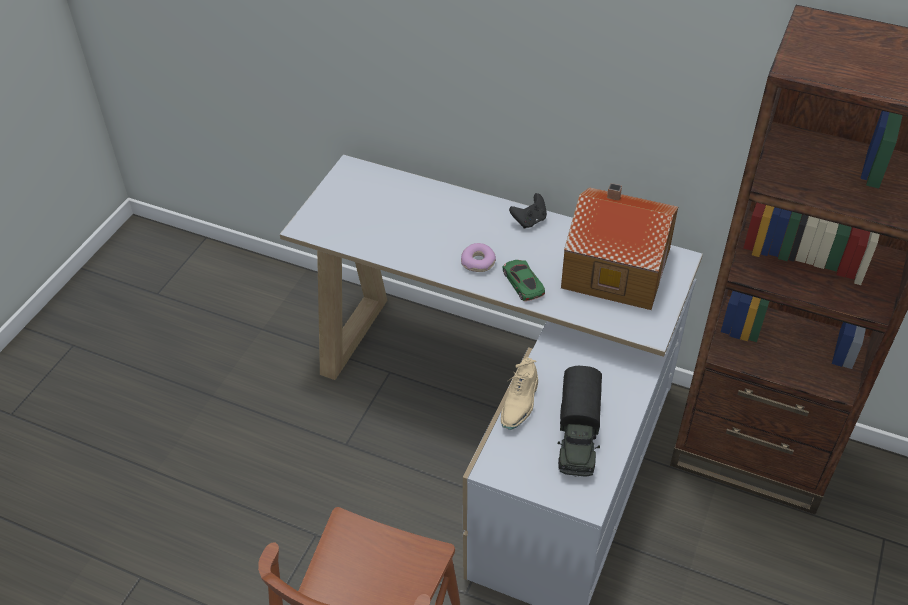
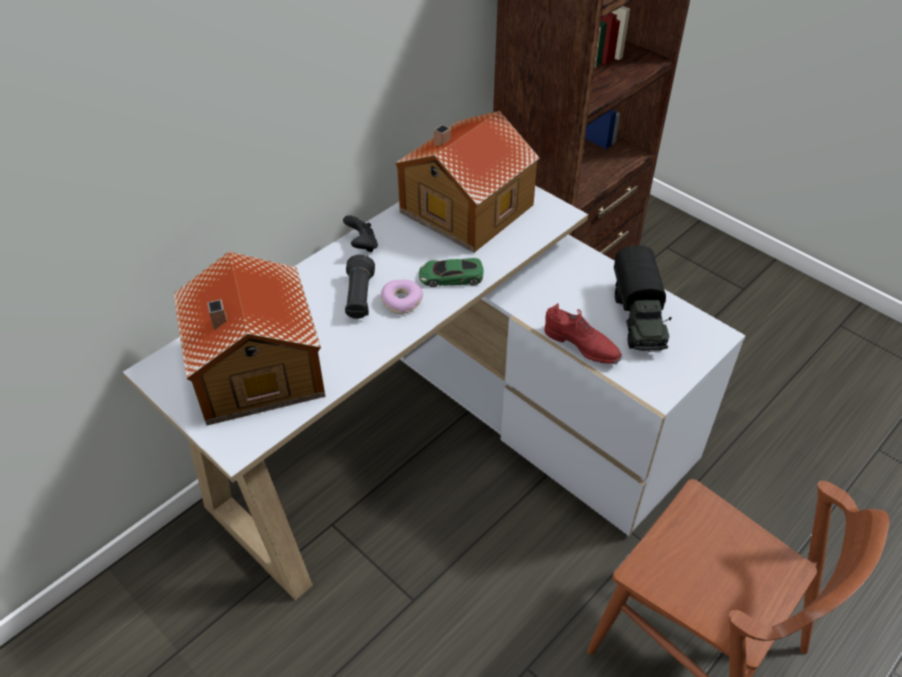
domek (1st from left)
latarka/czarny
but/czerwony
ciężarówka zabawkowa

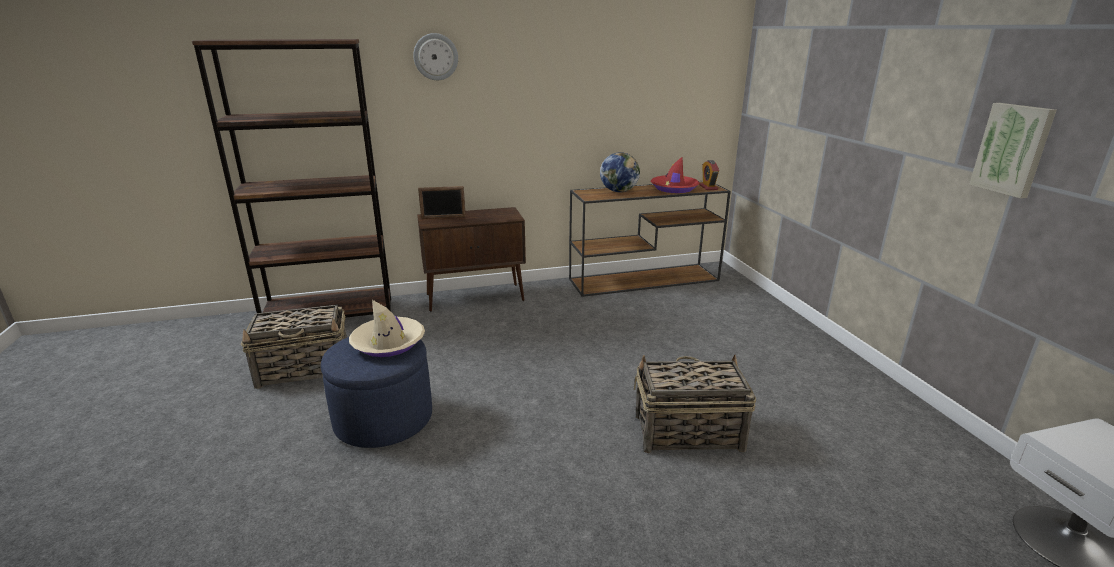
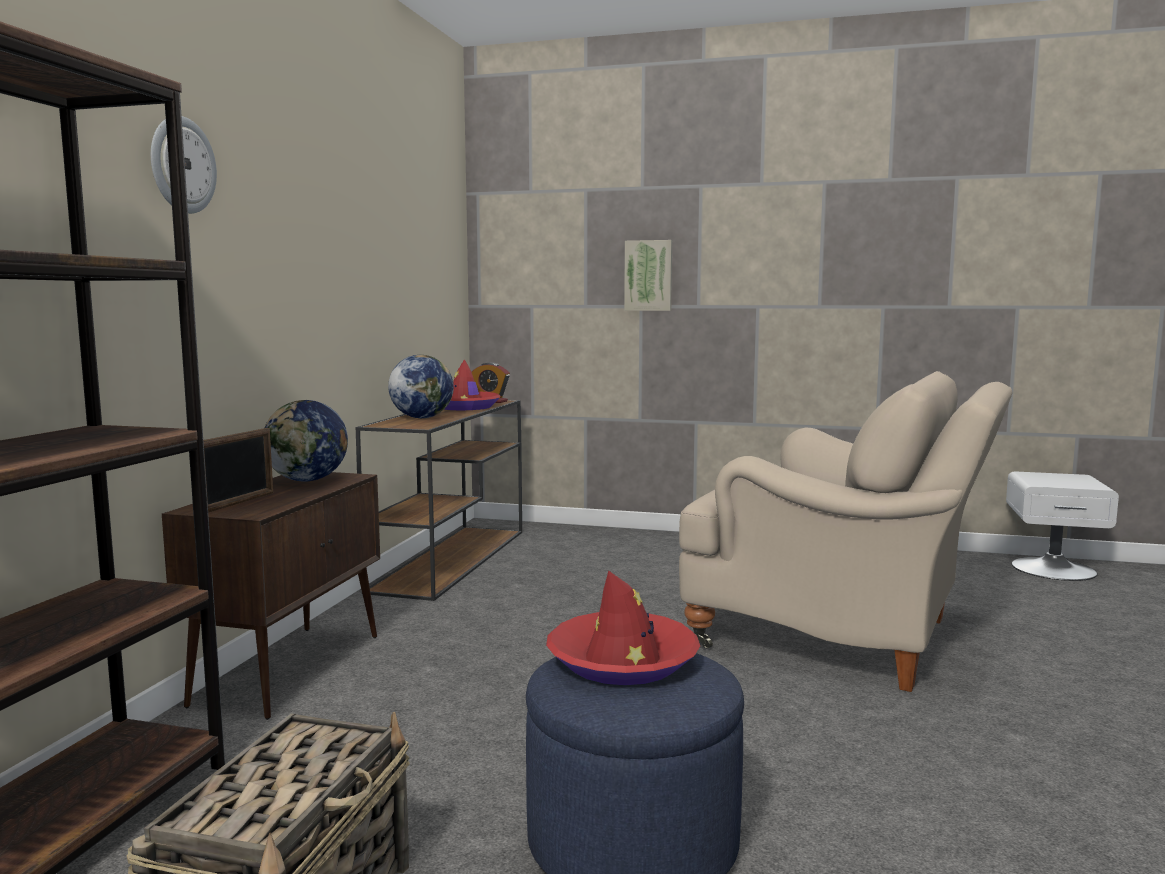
globus (1st from left)
obraz
fotel/beżowy
kapelusz/czerwony (2nd from left)

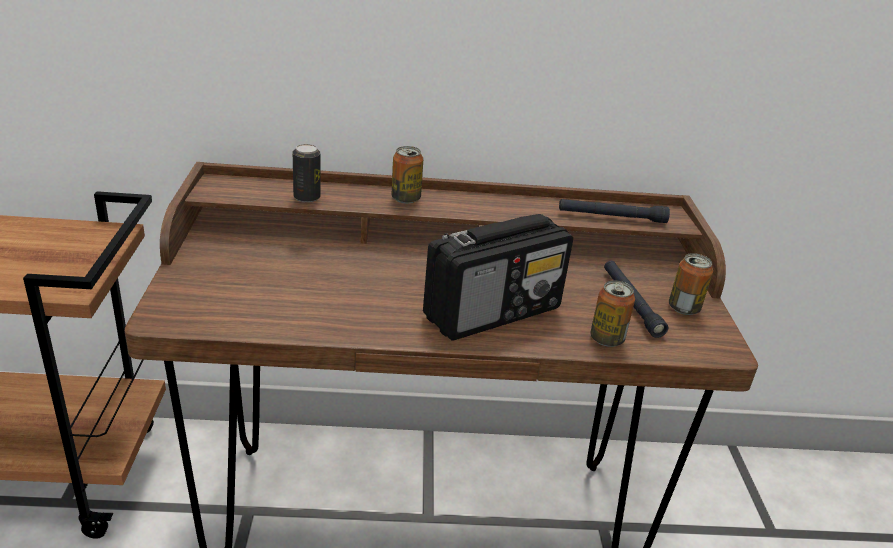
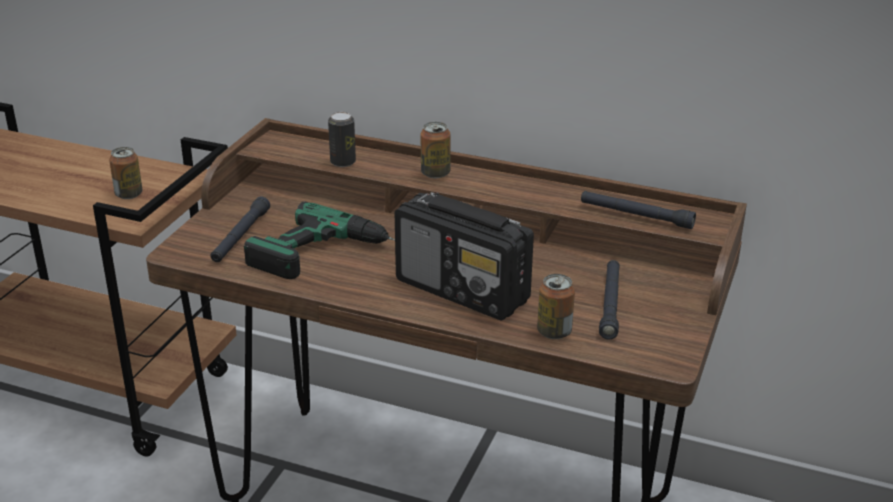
latarka/czarny (1st from left)
wiertarka
puszka (1st from left)
radio

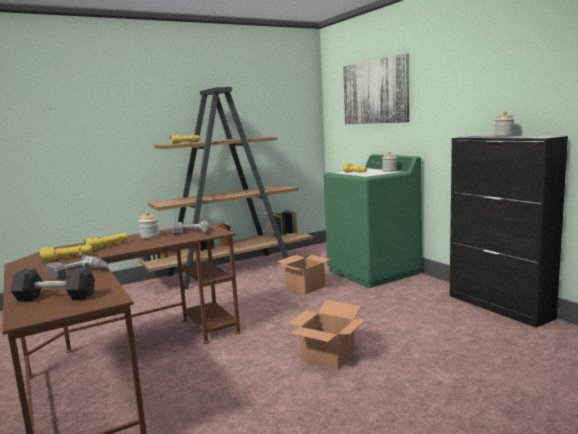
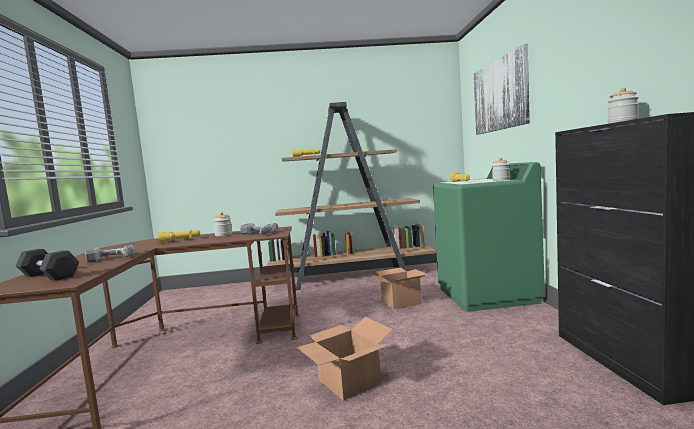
latarka/żółty (1st from left in the first image)

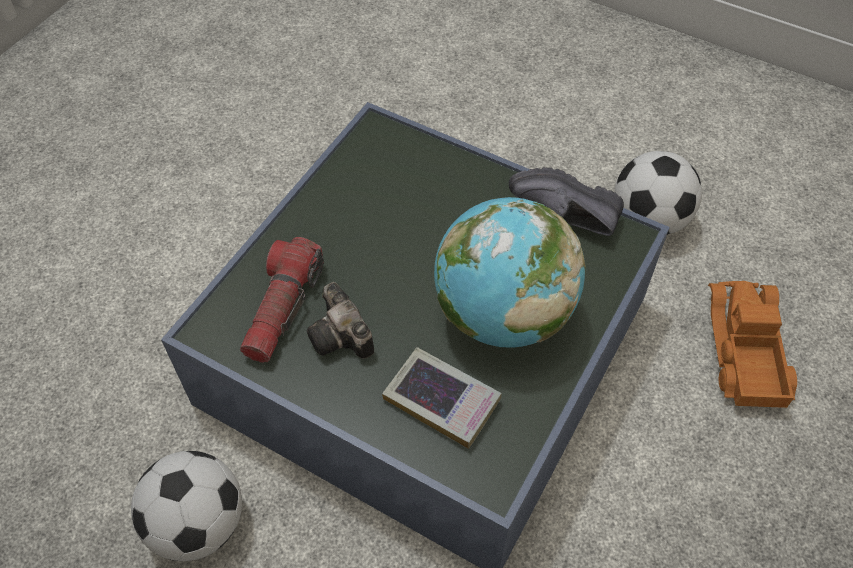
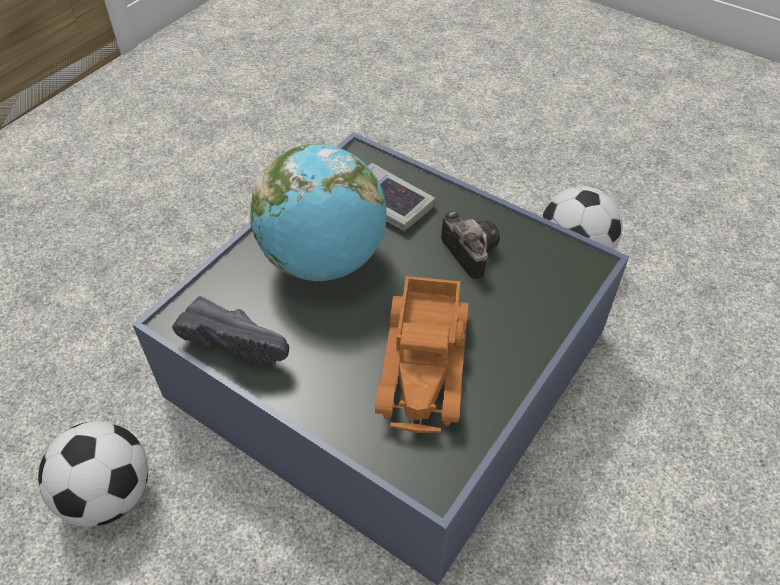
latarka
ciężarówka zabawkowa

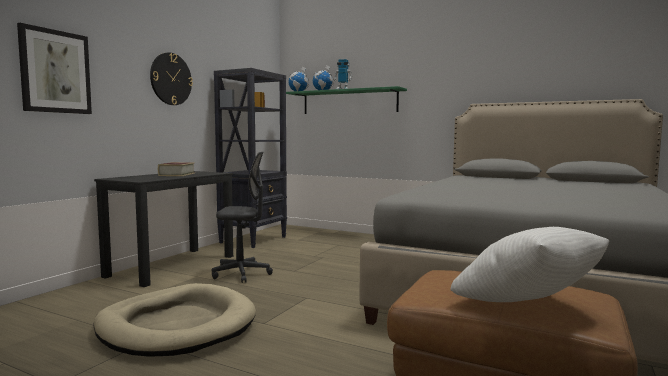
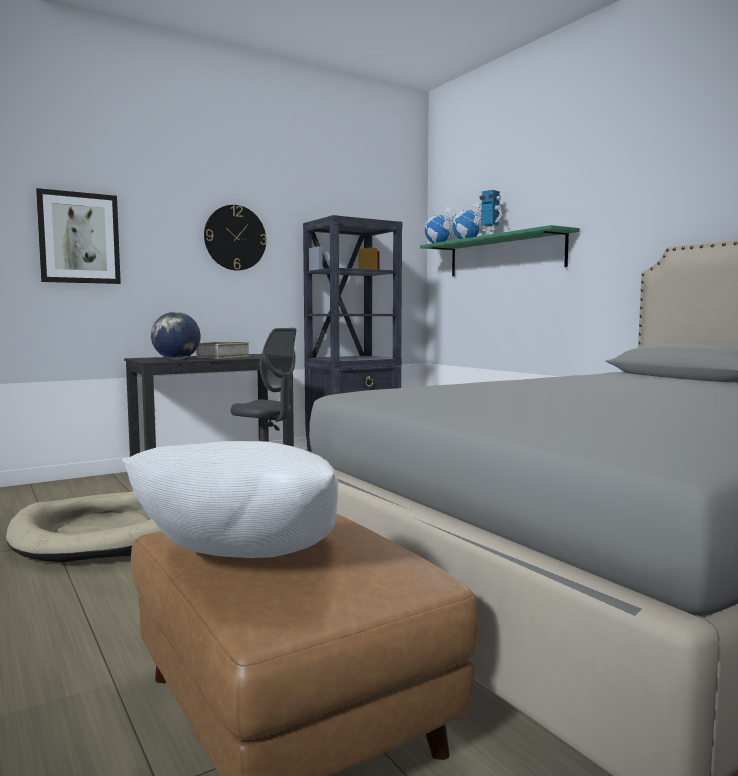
globus (1st from left)

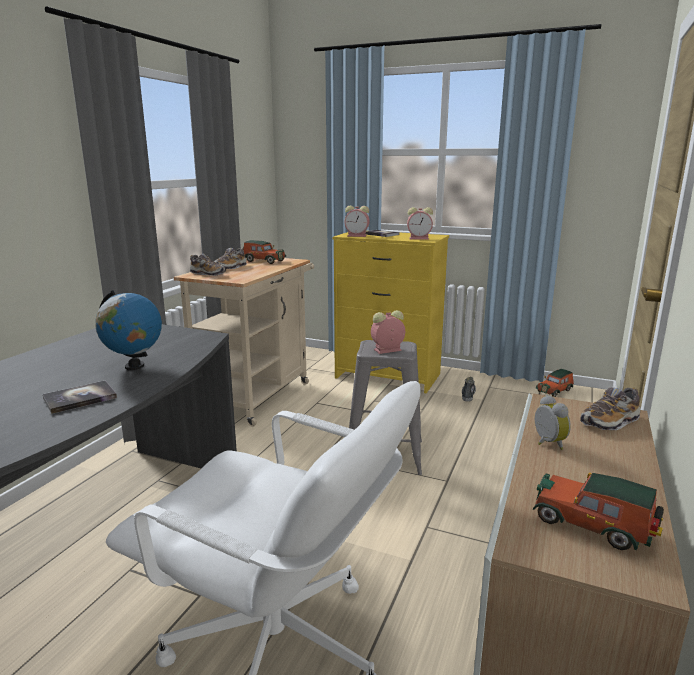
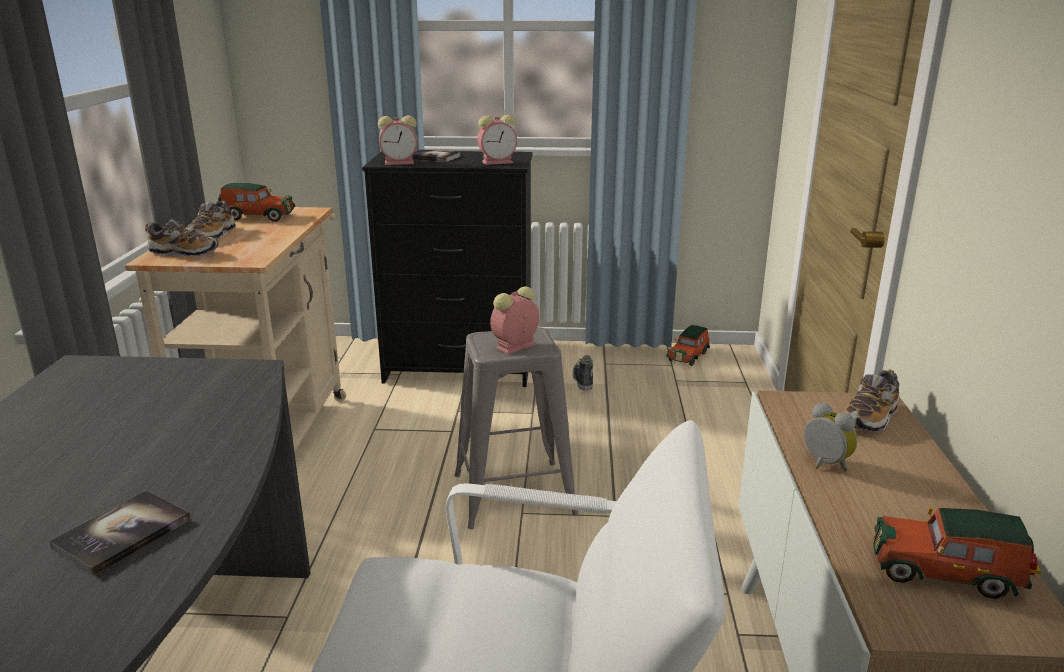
globus
komoda/czarny

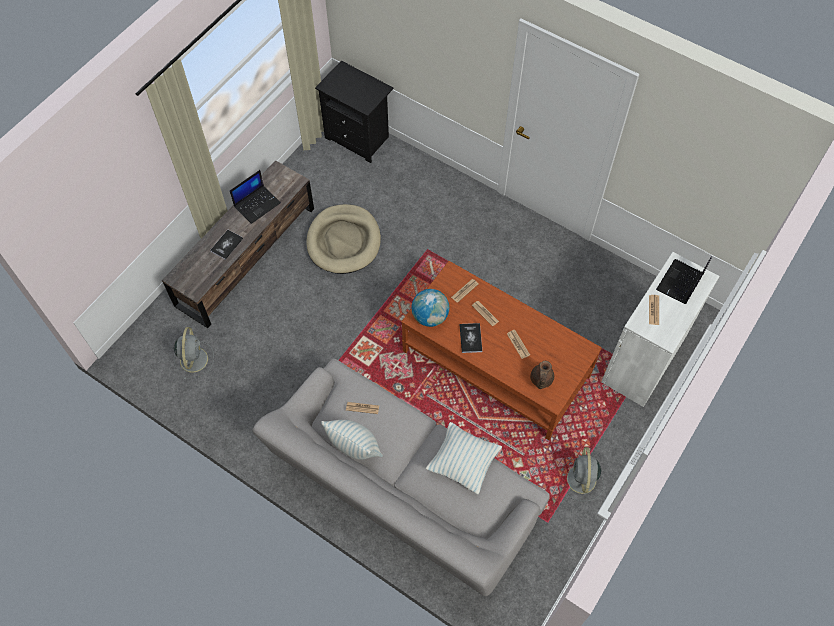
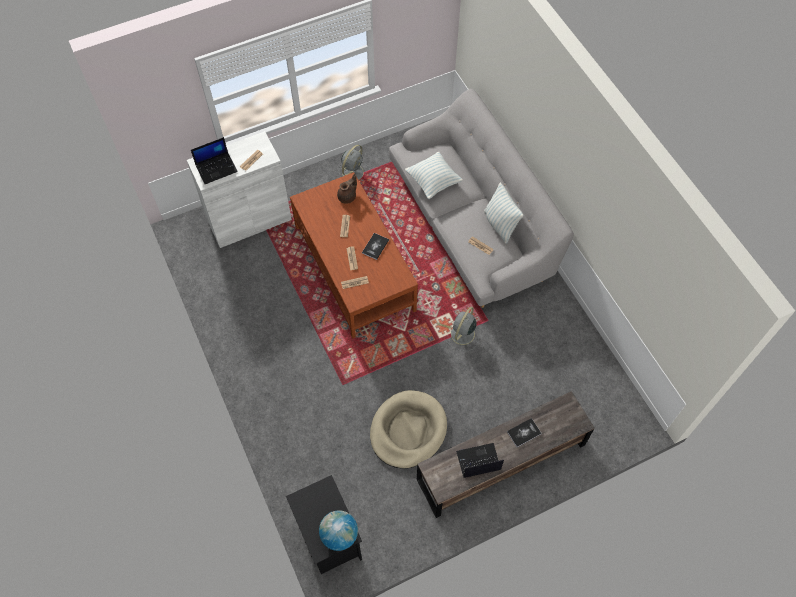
wentylator/szary (2nd from left)
globus

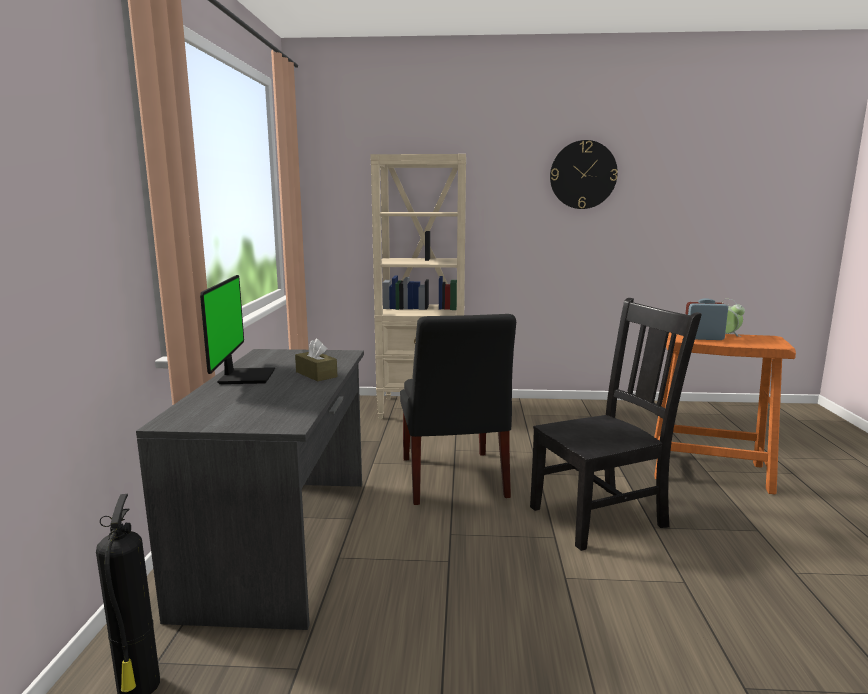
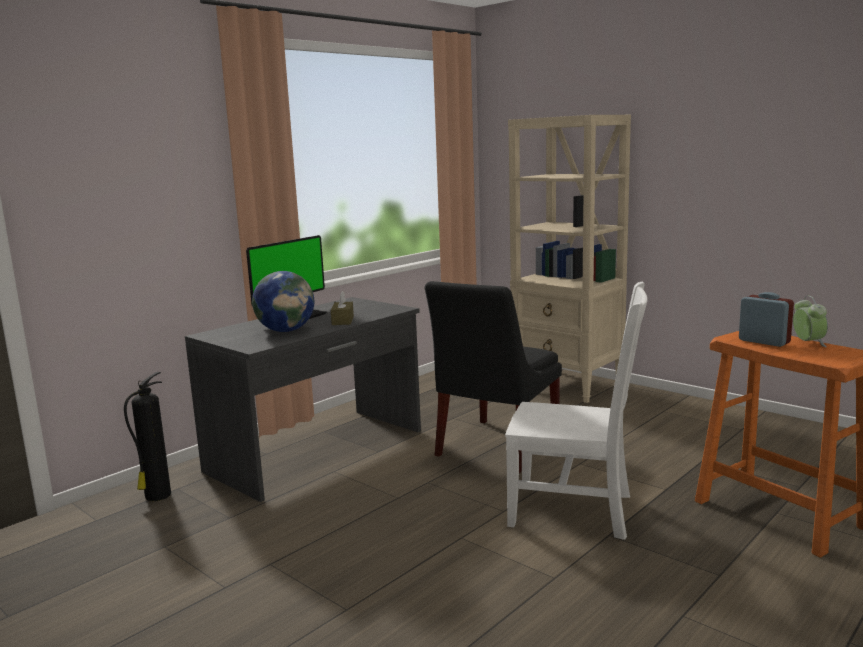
zegar ścienny
globus
krzesło/biały

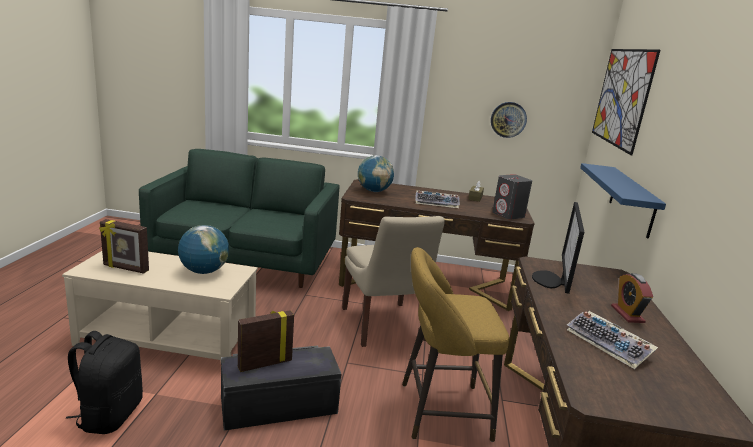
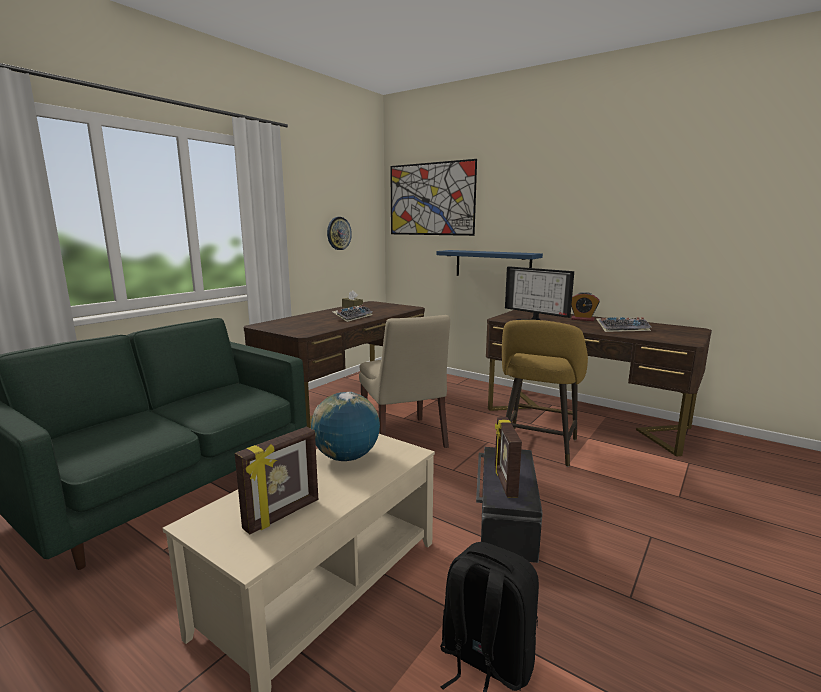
globus (2nd from left in the first image)
głośnik/szary
krzesło/beżowy

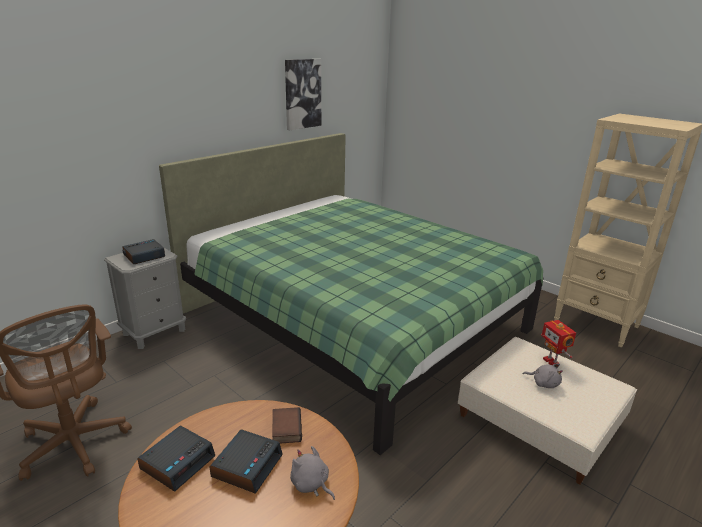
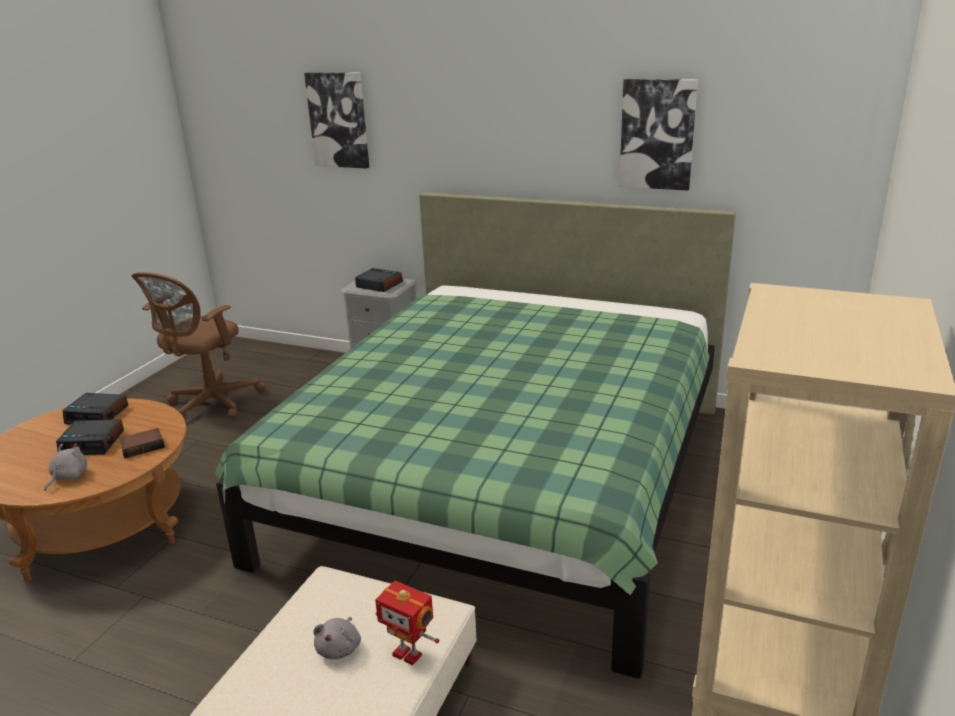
obraz (1st from left)
robot zabawkowy

